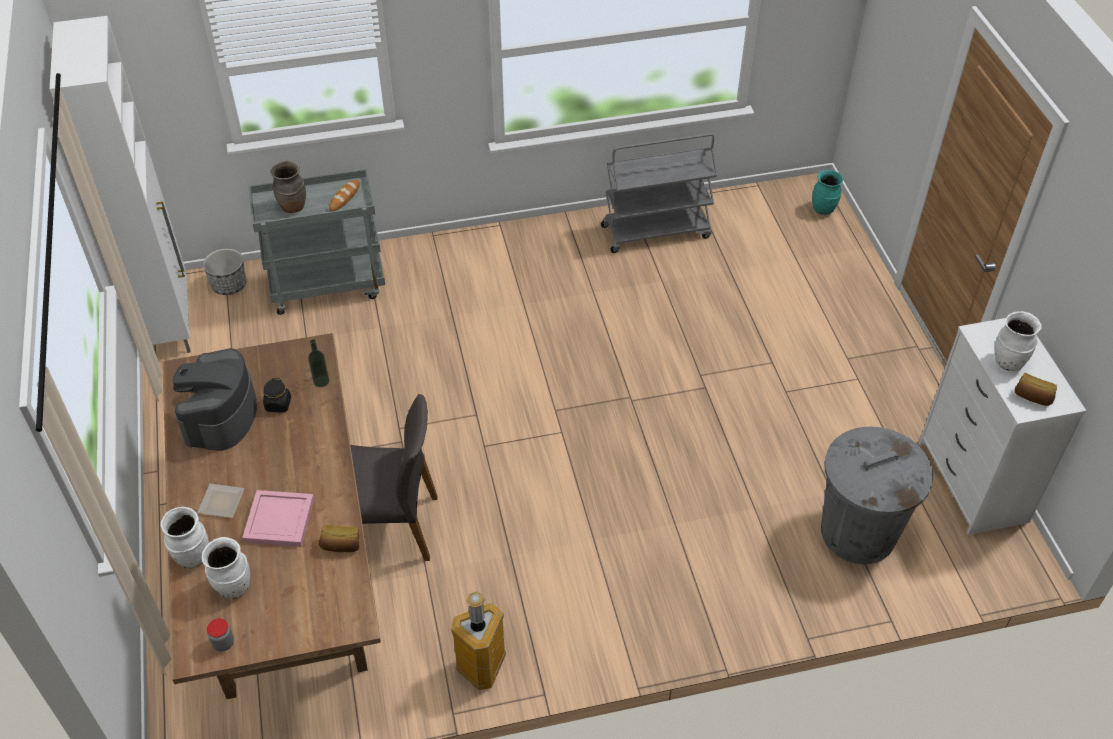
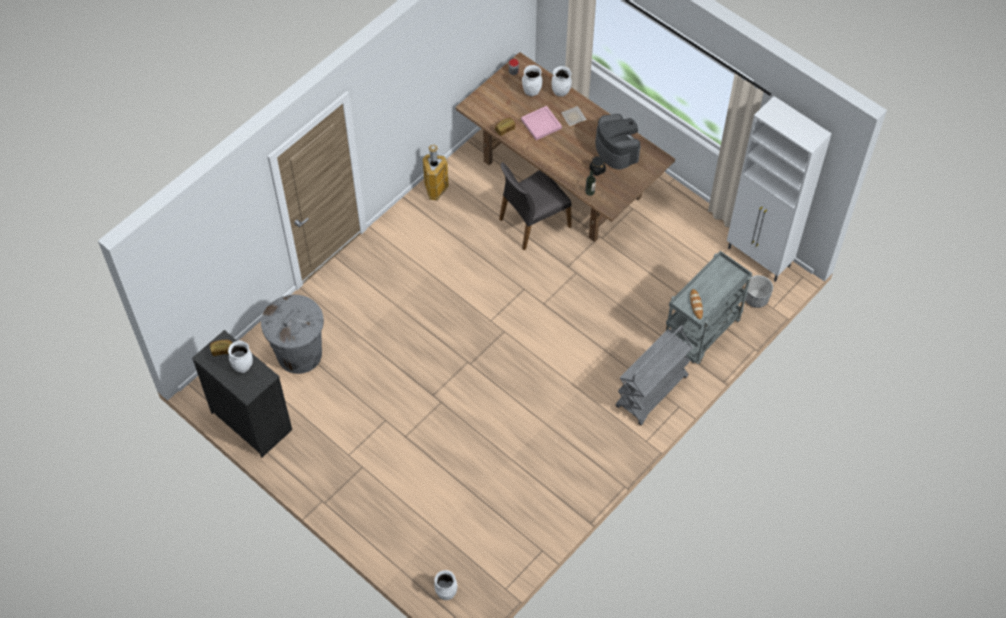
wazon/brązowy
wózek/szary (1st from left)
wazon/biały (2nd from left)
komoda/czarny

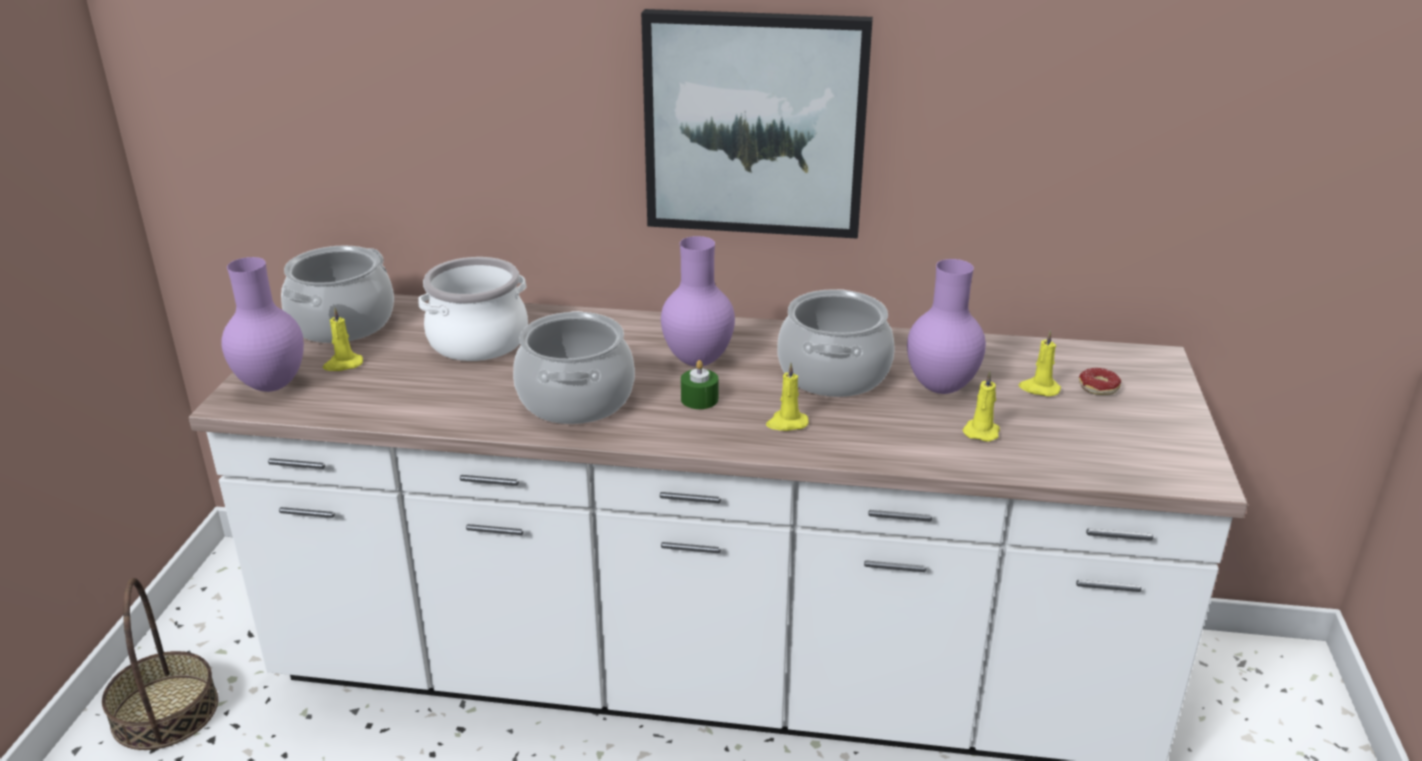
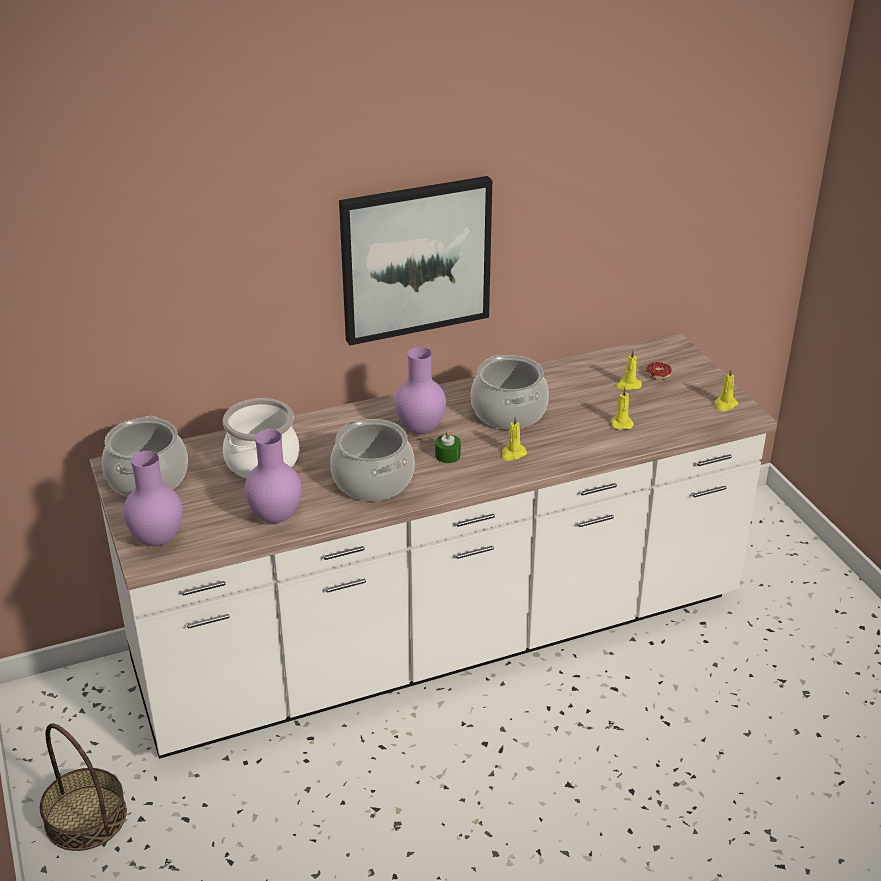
świeca/żółty (4th from left)
wazon/fioletowy (2nd from left)

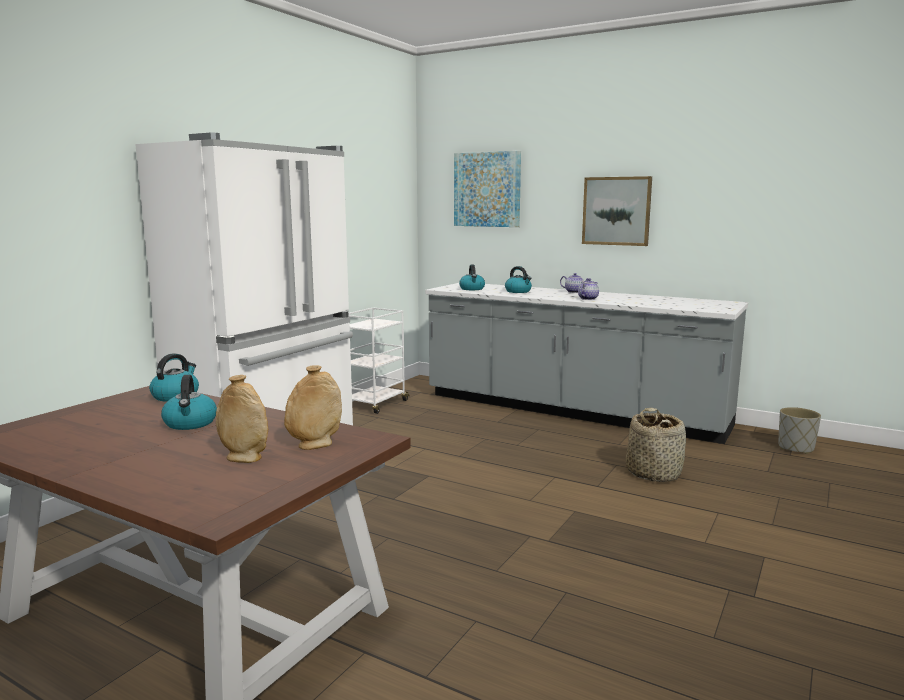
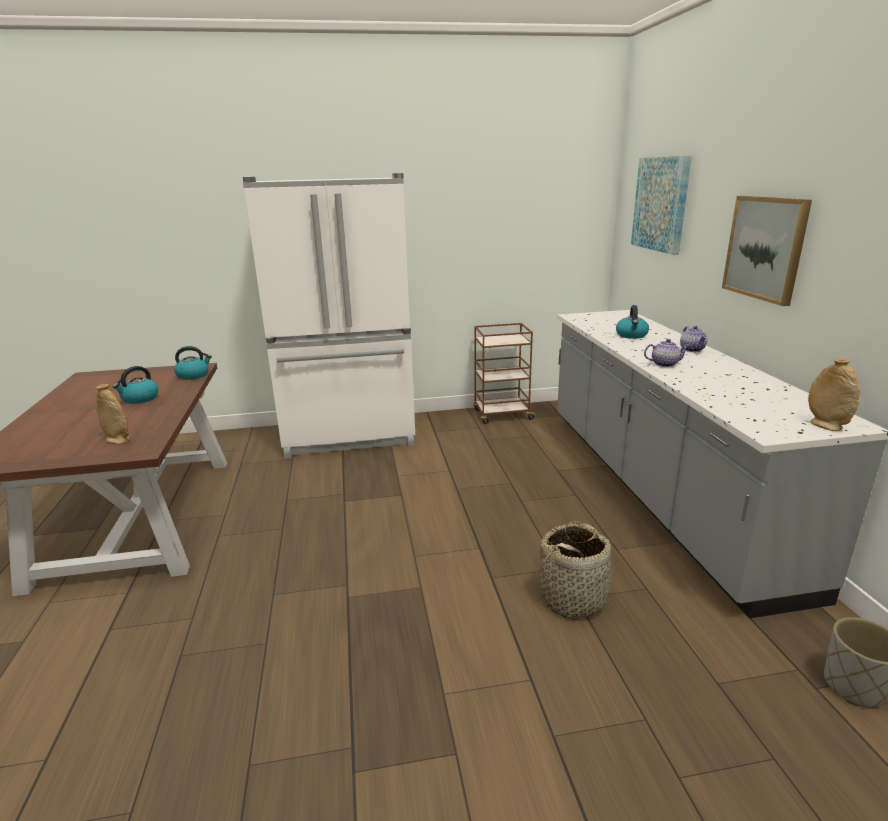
czajnik (3rd from left in the first image)
wazon/beżowy (2nd from left)
wózek/brązowy

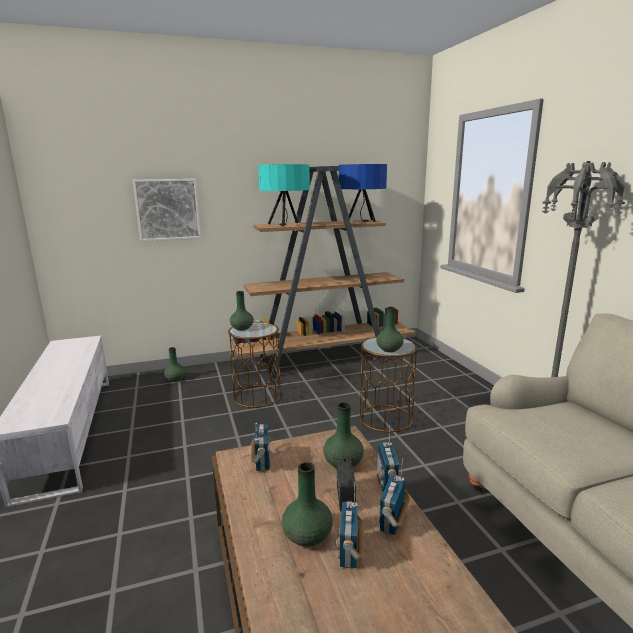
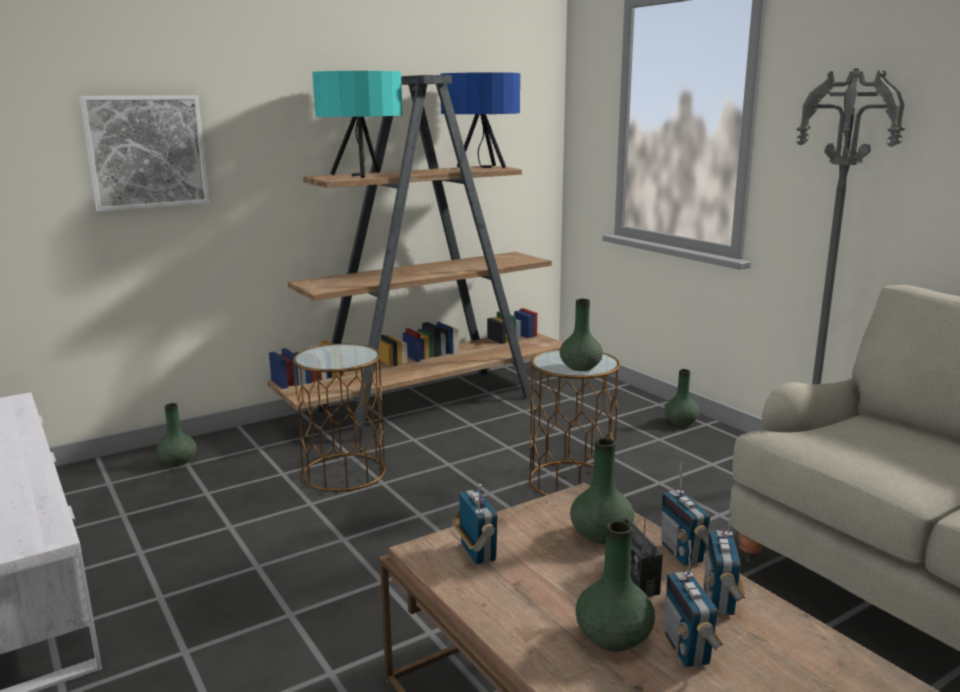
wazon/zielony (5th from left)

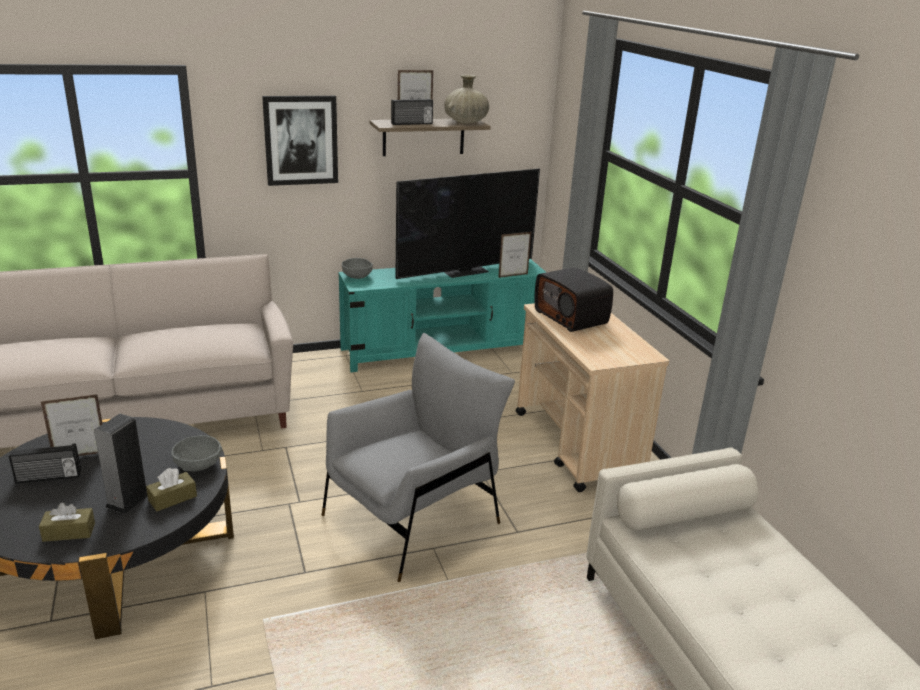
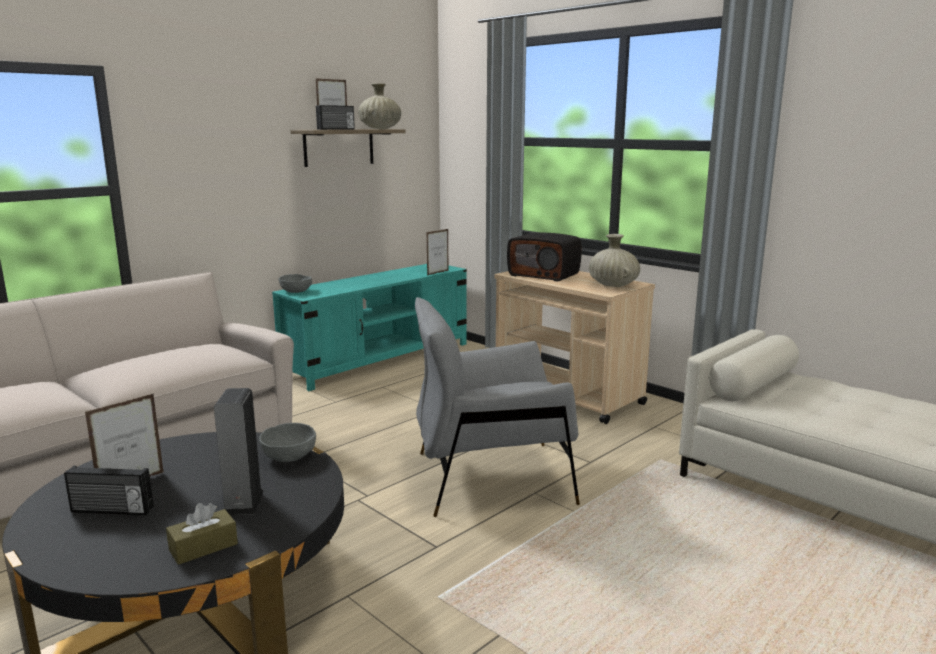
pudełko chusteczek/brązowy (2nd from left in the first image)
obraz
telewizor
wazon/beżowy (2nd from left)
radio (1st from left)
fotel/szary

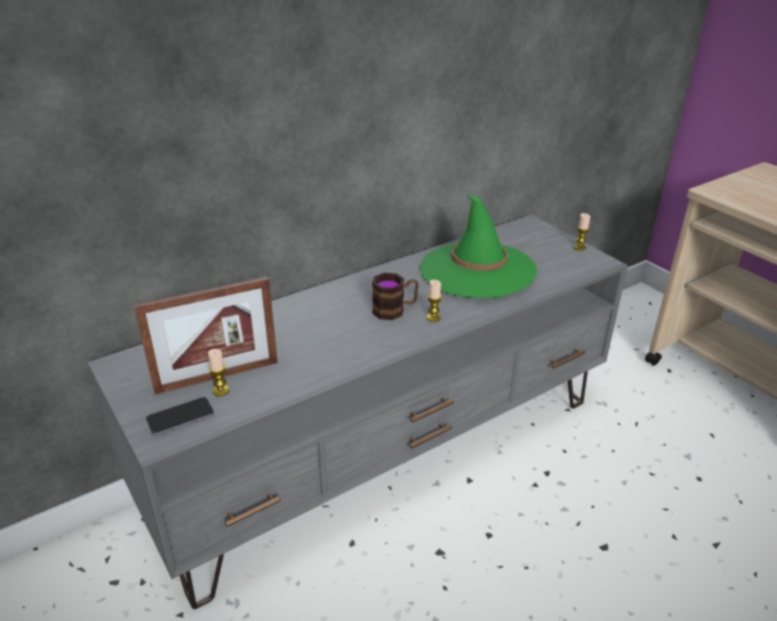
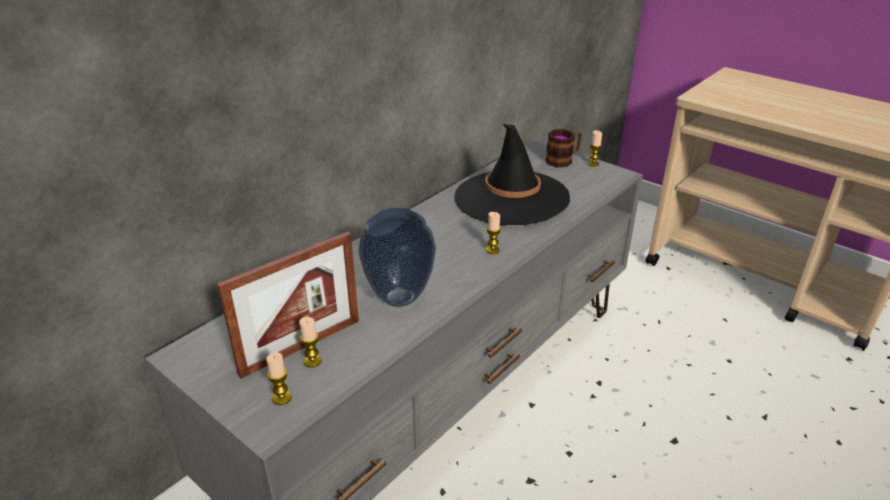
wazon
kubek
świeca (1st from left)
kapelusz/czarny

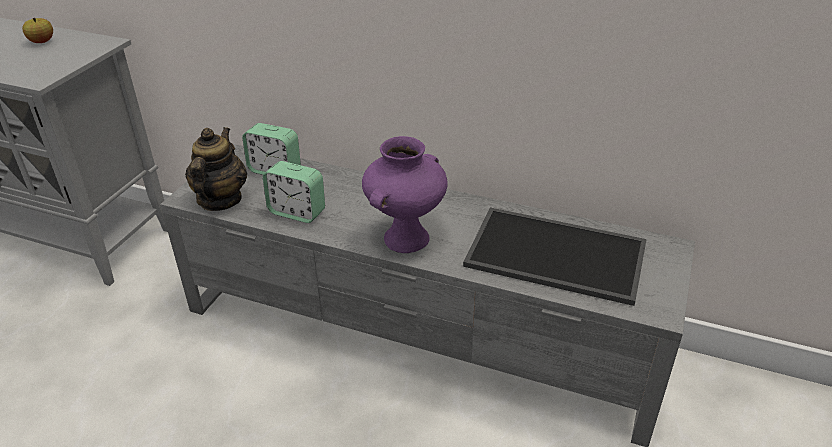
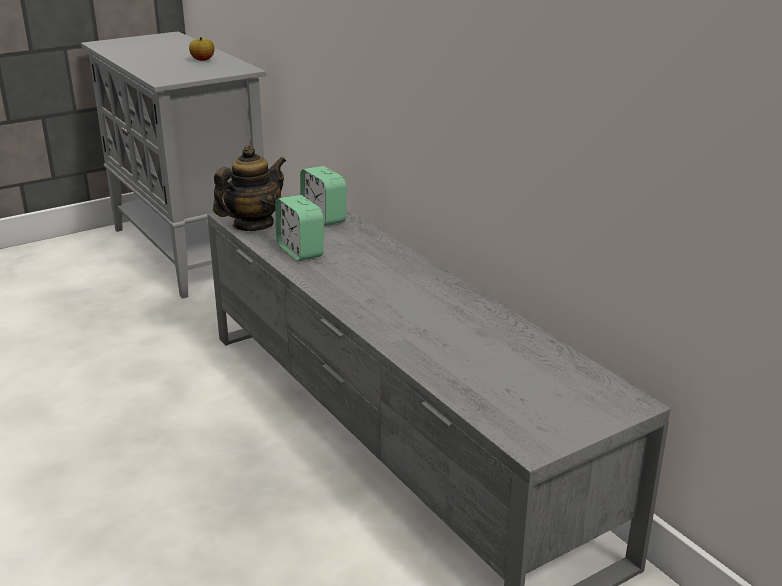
wazon/fioletowy
taca

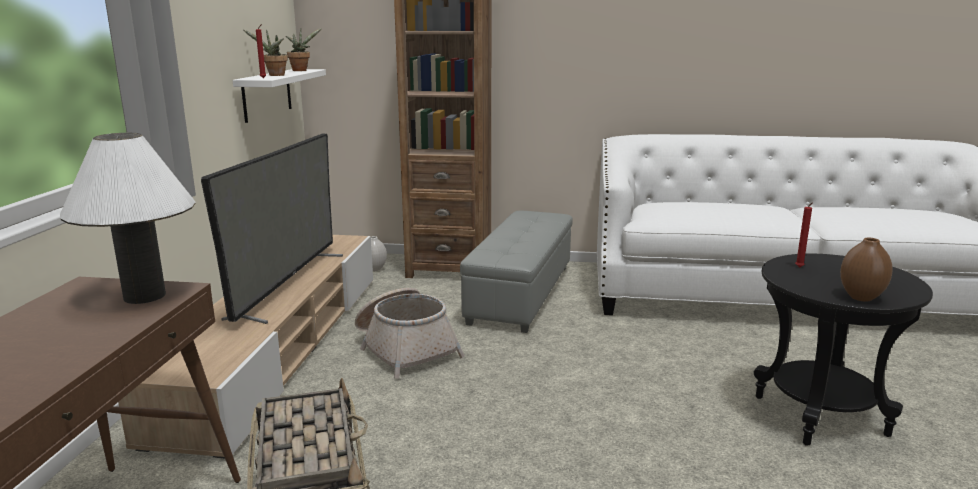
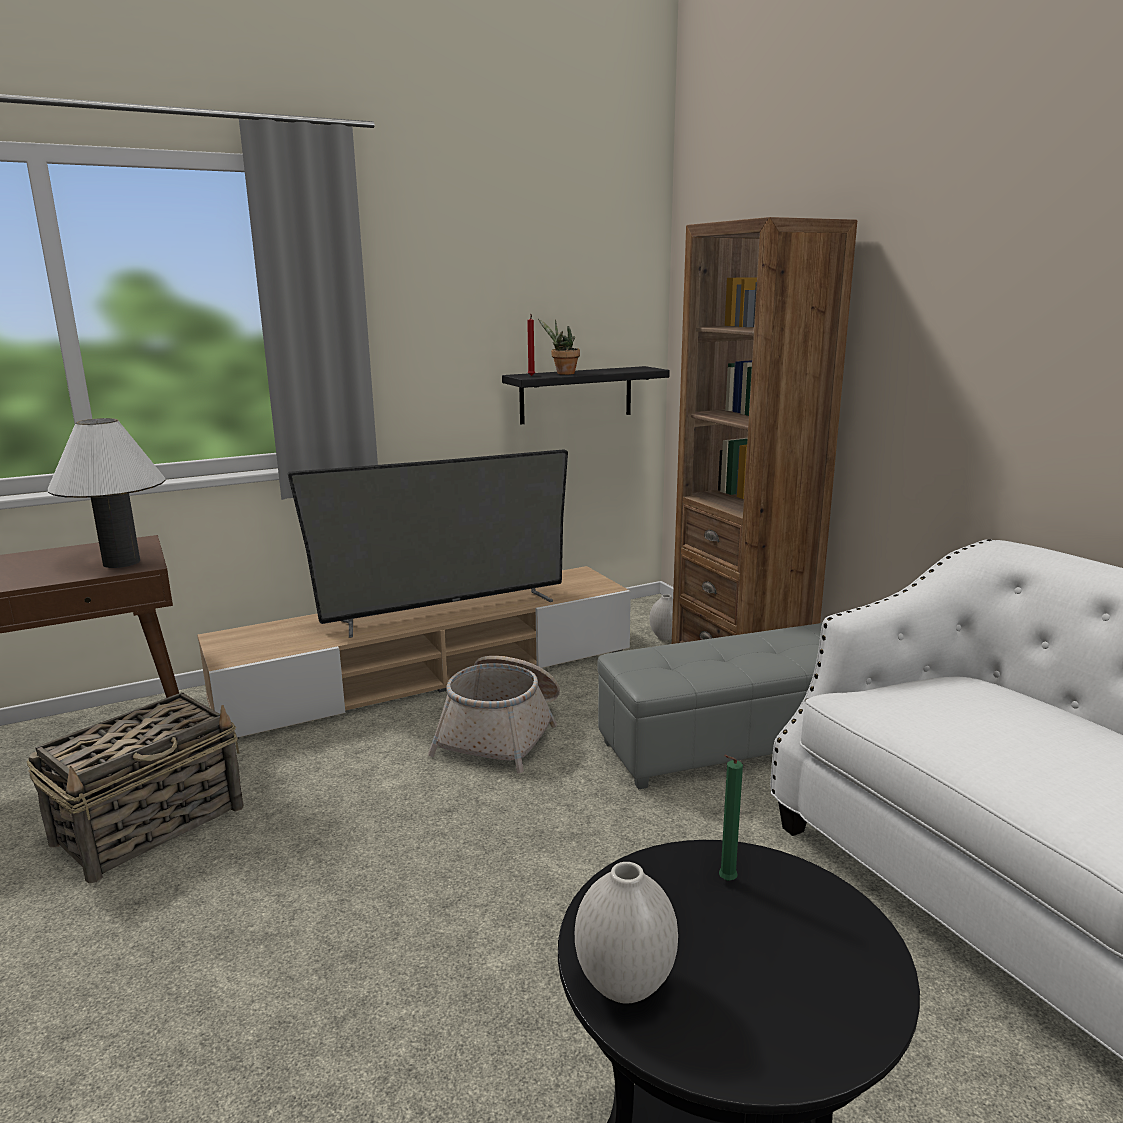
roślina doniczkowa (2nd from left in the first image)
półka/czarny
świeca/zielony
wazon/biały (1st from left)

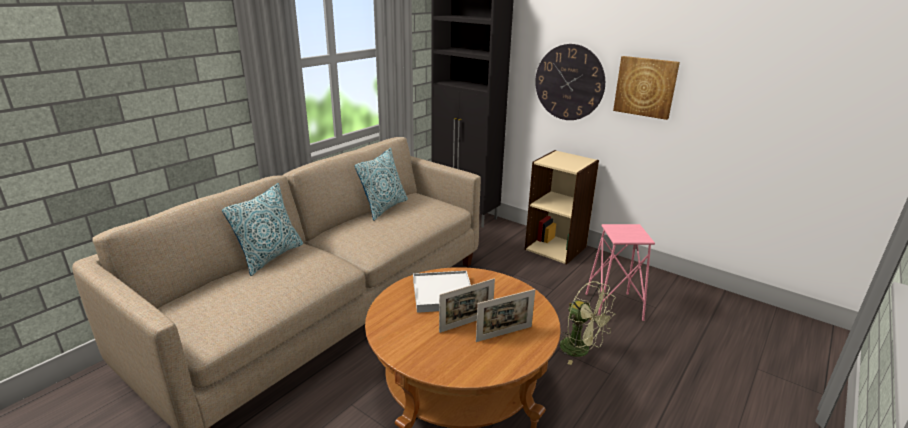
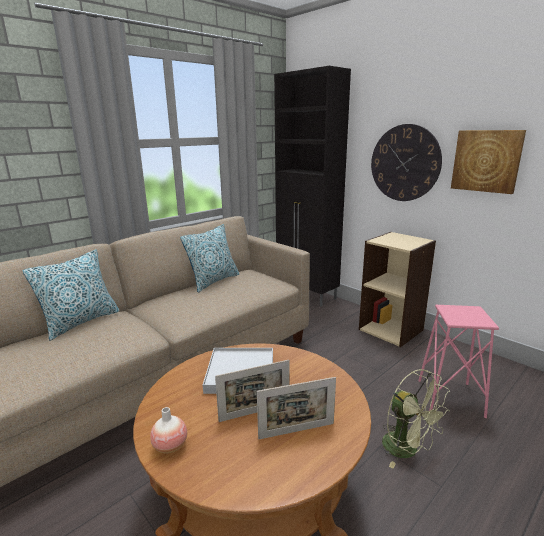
wazon

